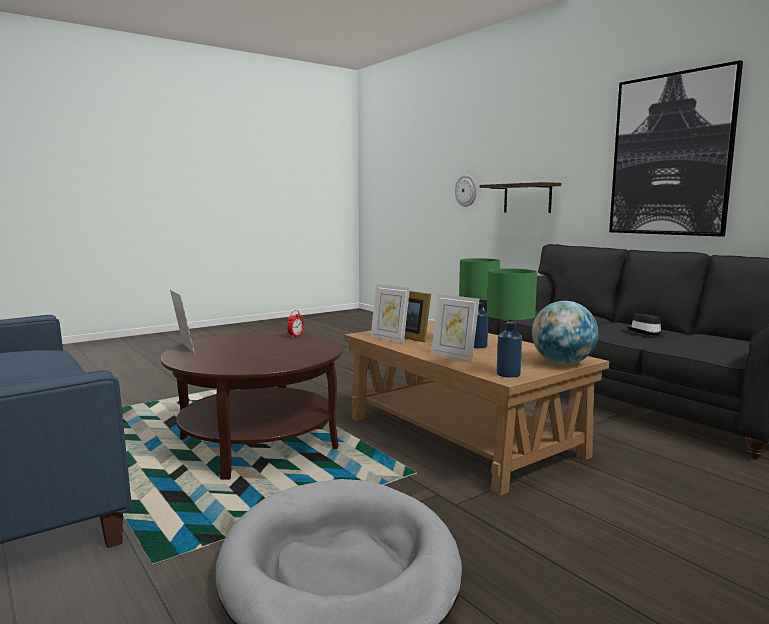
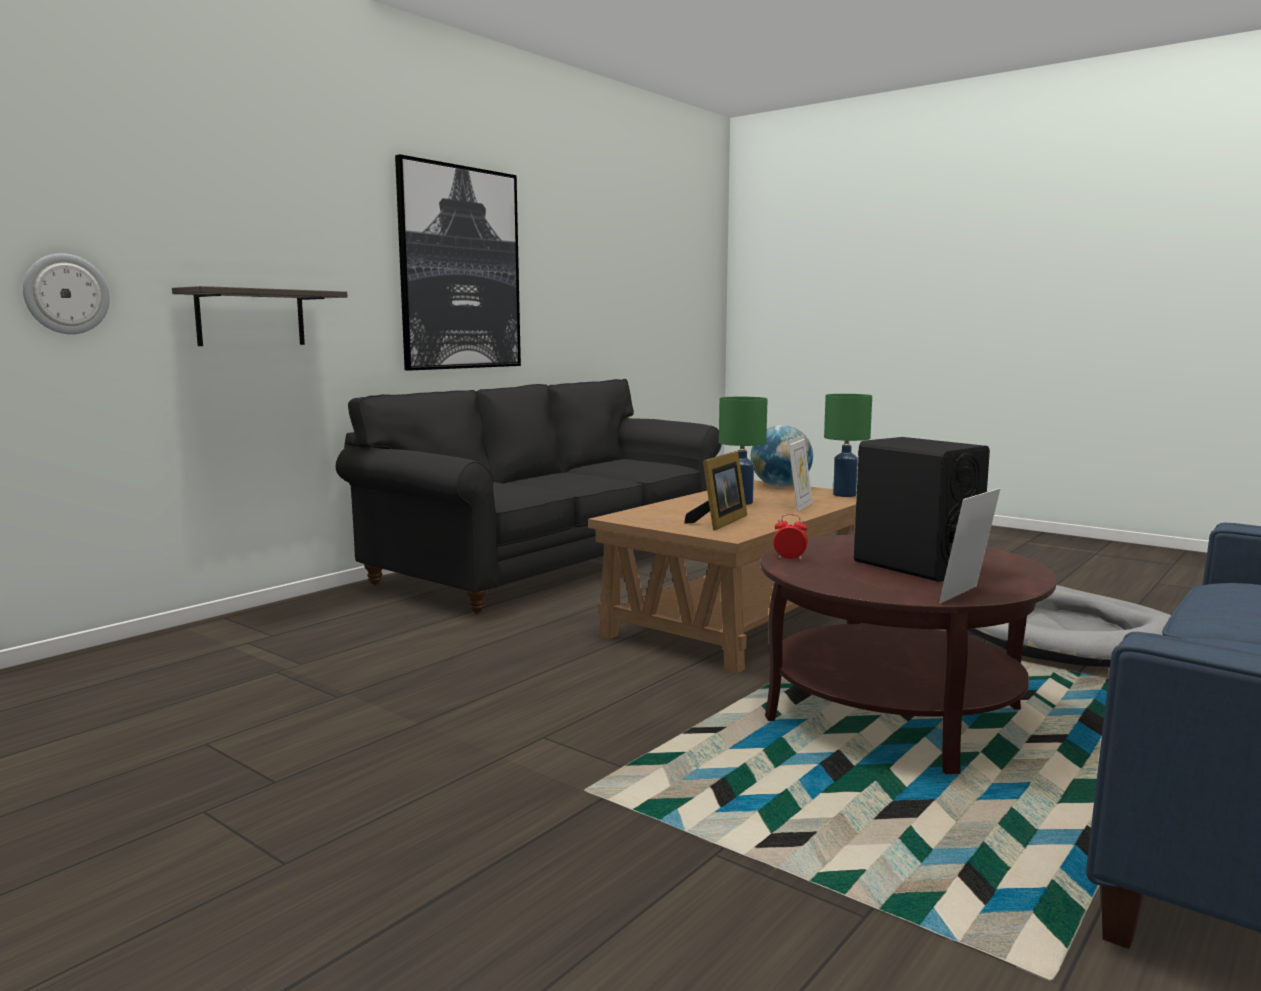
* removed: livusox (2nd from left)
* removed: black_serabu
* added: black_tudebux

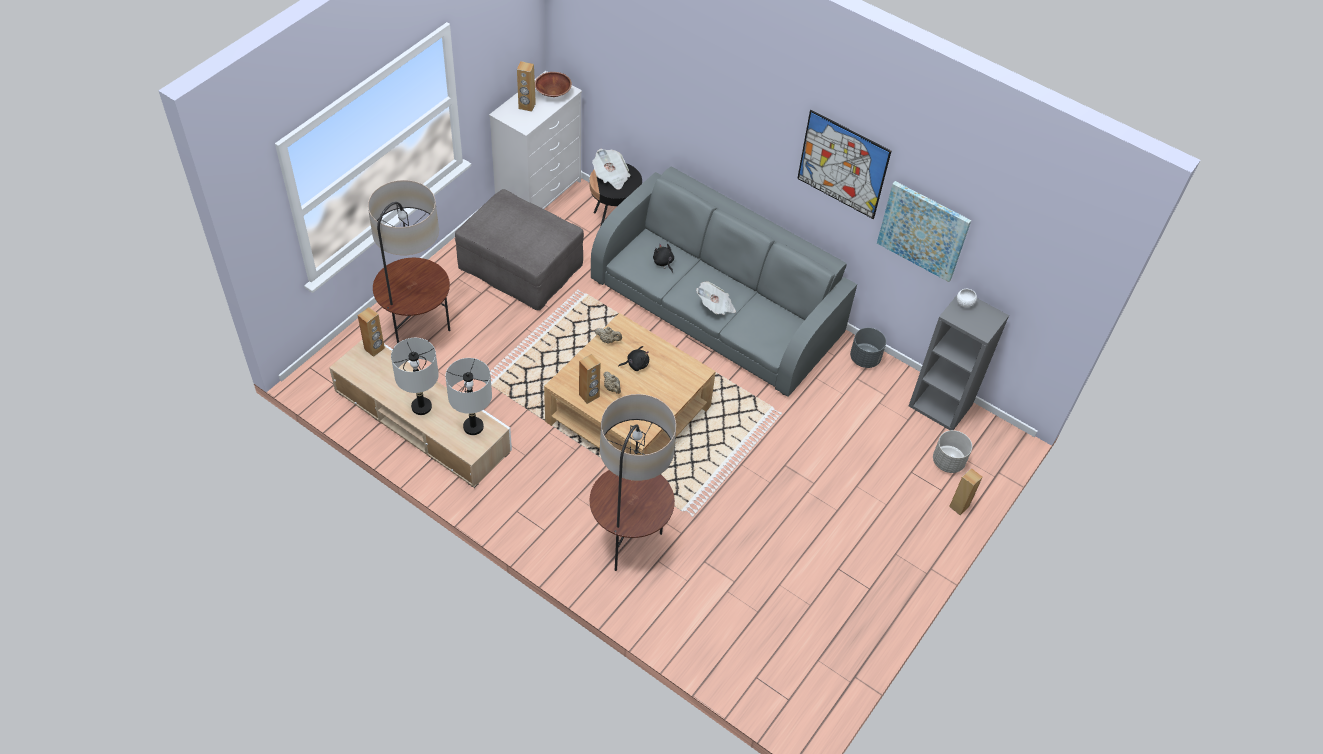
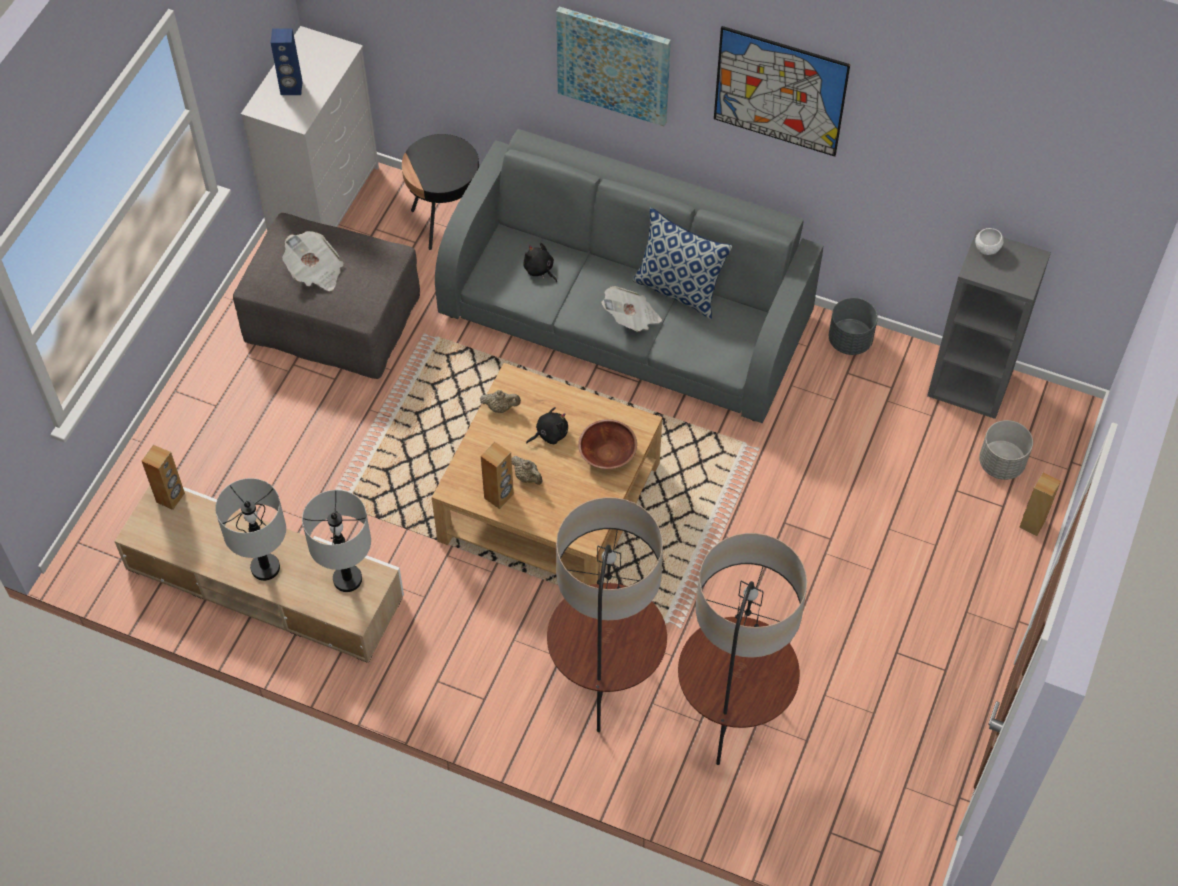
* recoloured: brown_tudebux (2nd from left) to blue_tudebux
* moved: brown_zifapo
* moved: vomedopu (1st from left)
* moved: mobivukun (1st from left in the first image) to mobivukun (2nd from left)
* moved: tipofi (2nd from left in the first image) to tipofi (1st from left)
* added: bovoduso

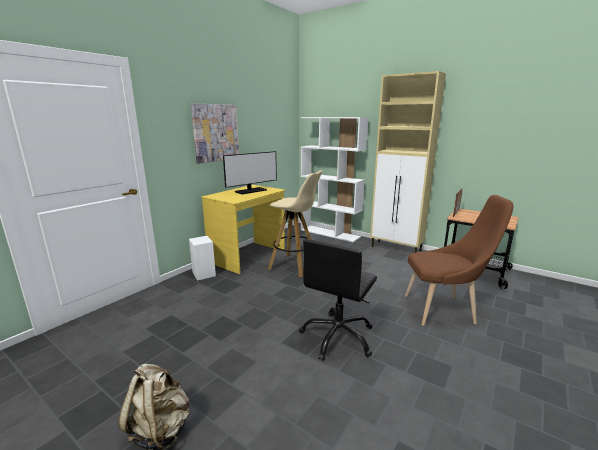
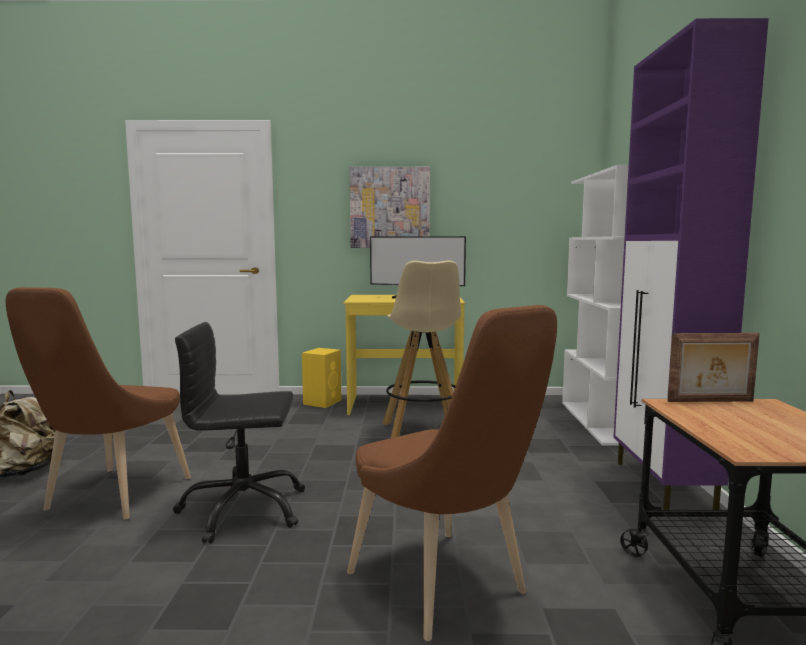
* recoloured: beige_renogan to purple_renogan
* recoloured: white_tudebux to yellow_tudebux
* added: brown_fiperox (1st from left)

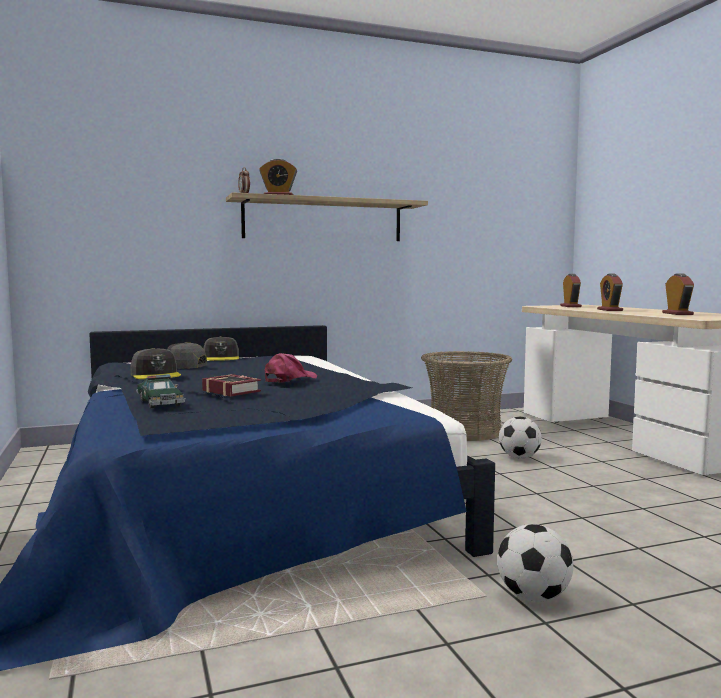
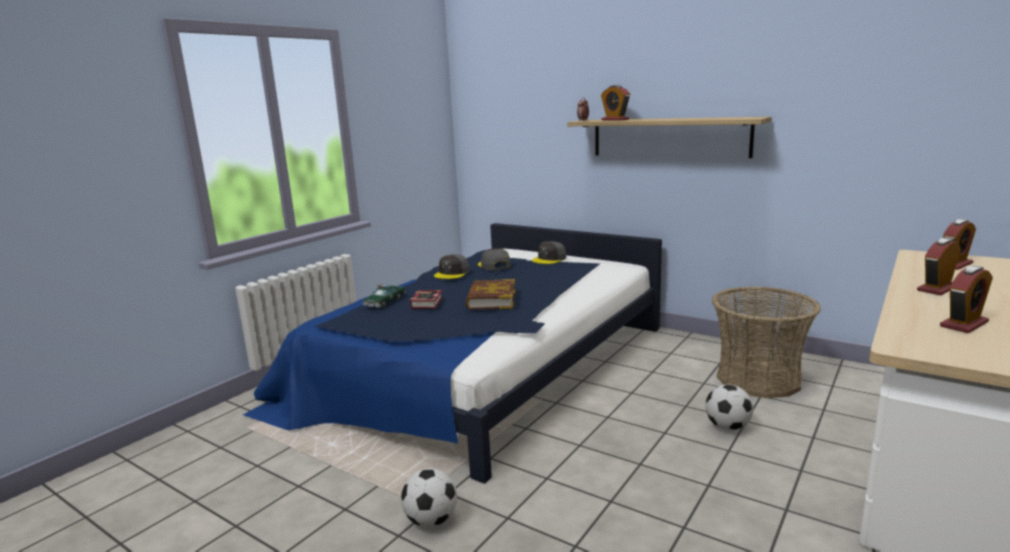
* replaced: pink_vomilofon to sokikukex (2nd from left)

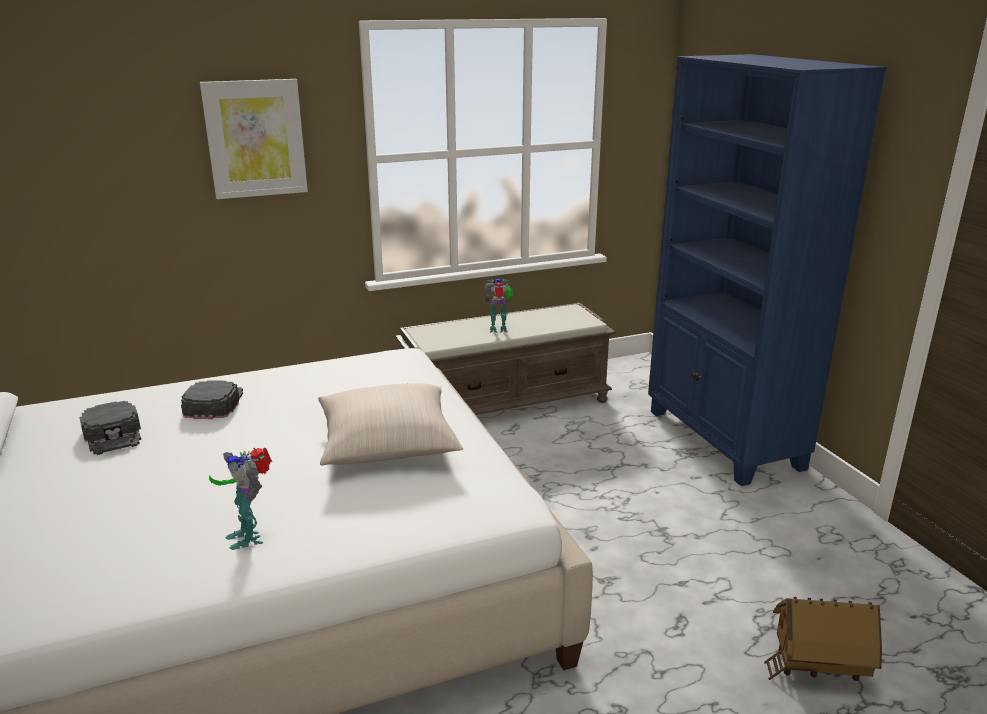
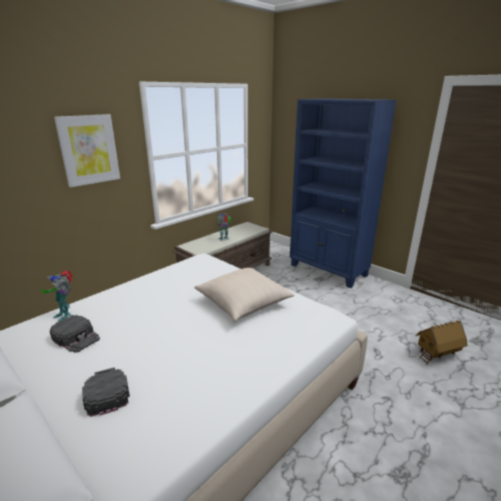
* moved: black_vomilofon (2nd from left)
* moved: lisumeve (1st from left)

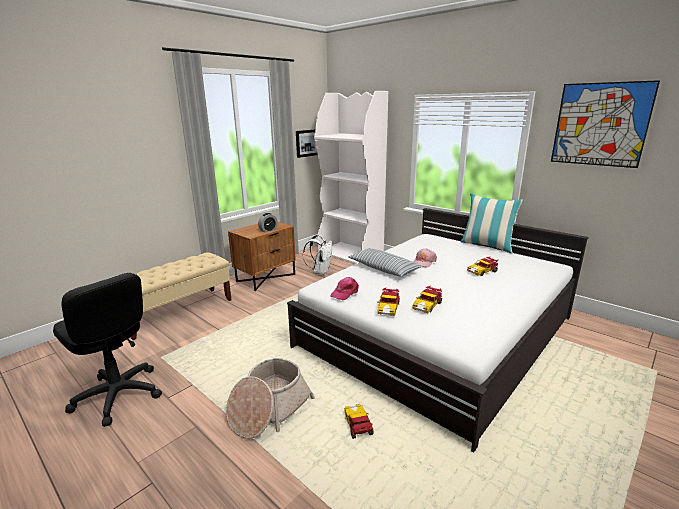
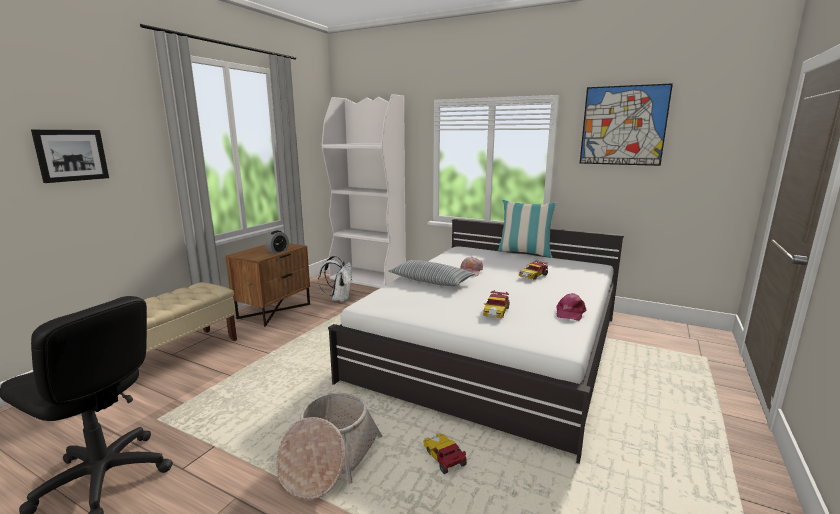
* moved: tipofi (1st from left)
* moved: pink_vomilofon (1st from left in the first image) to pink_vomilofon (2nd from left)
* removed: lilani (2nd from left)

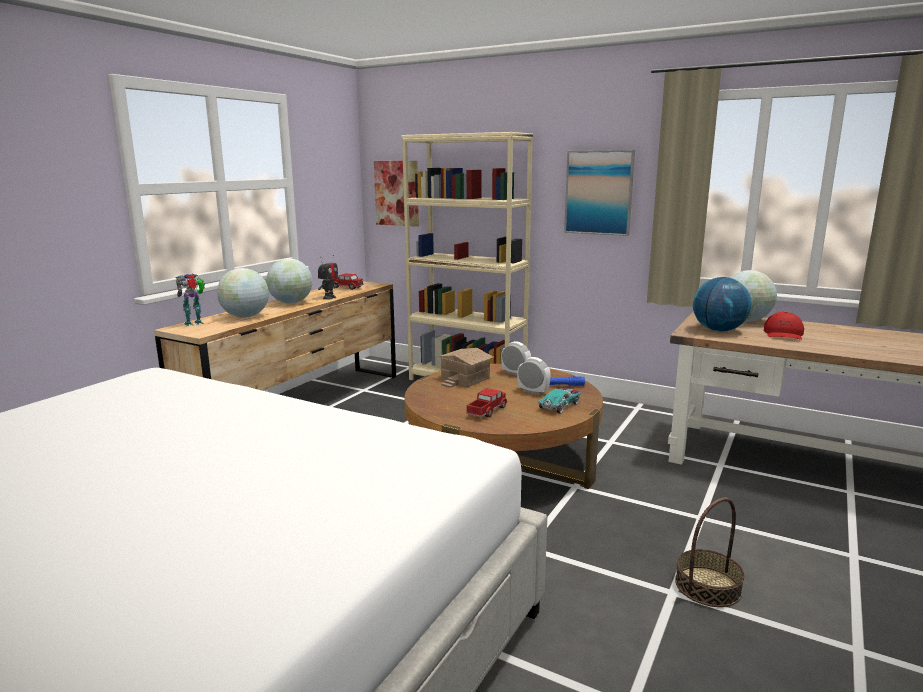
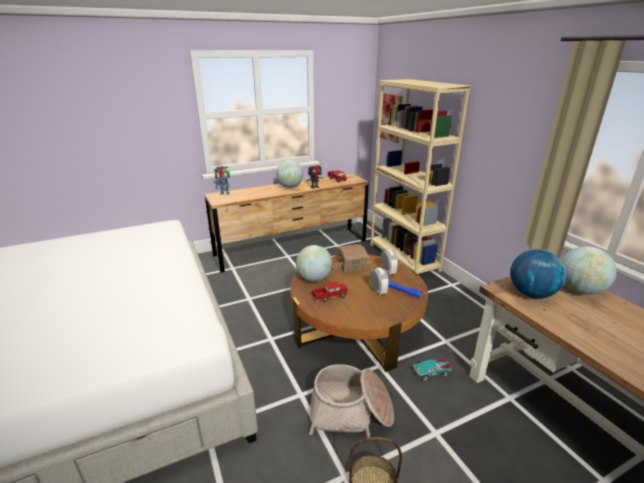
* removed: tipofi (2nd from left)
* moved: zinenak (1st from left in the first image) to zinenak (2nd from left)
* removed: red_vomilofon
* moved: lilani
* added: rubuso (1st from left)

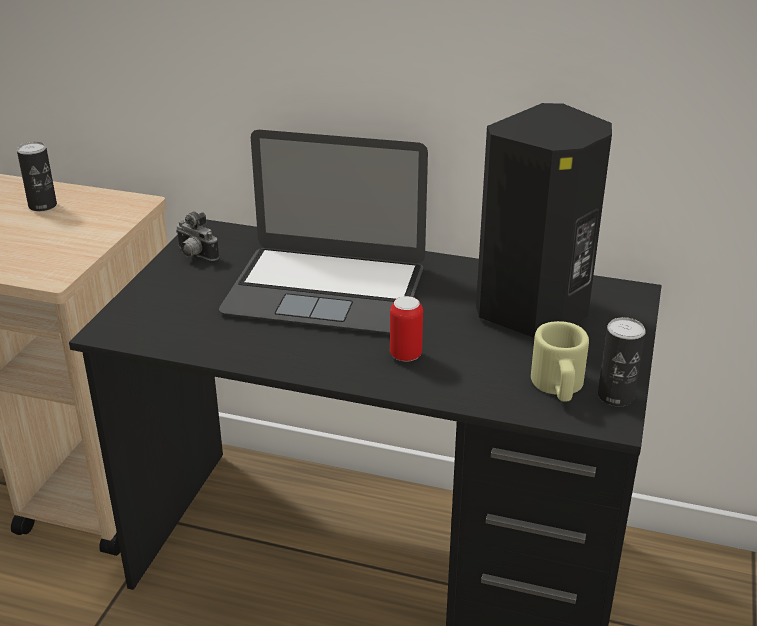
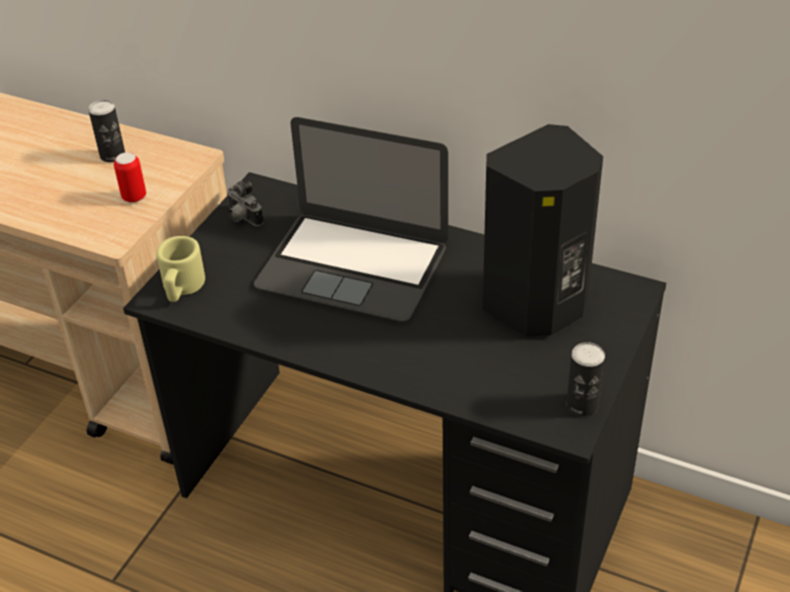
* moved: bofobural (2nd from left)
* moved: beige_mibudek

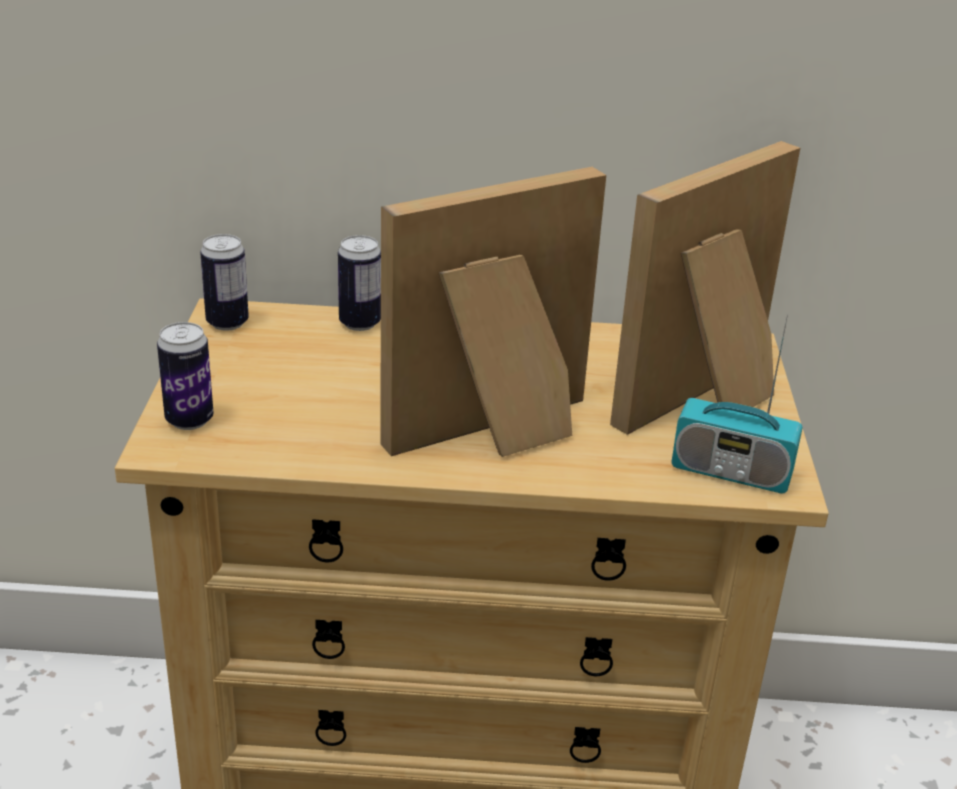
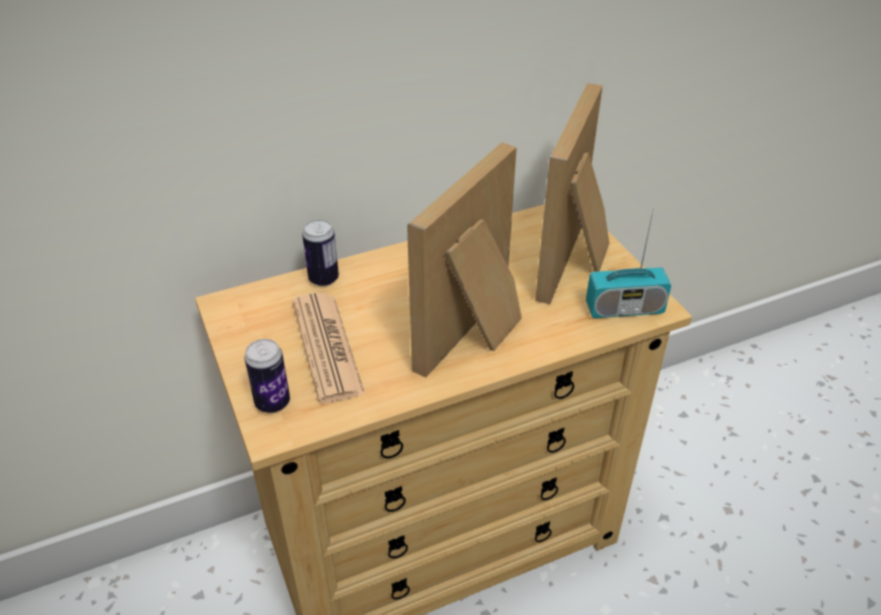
* removed: bofobural (2nd from left)
* added: vomedopu

